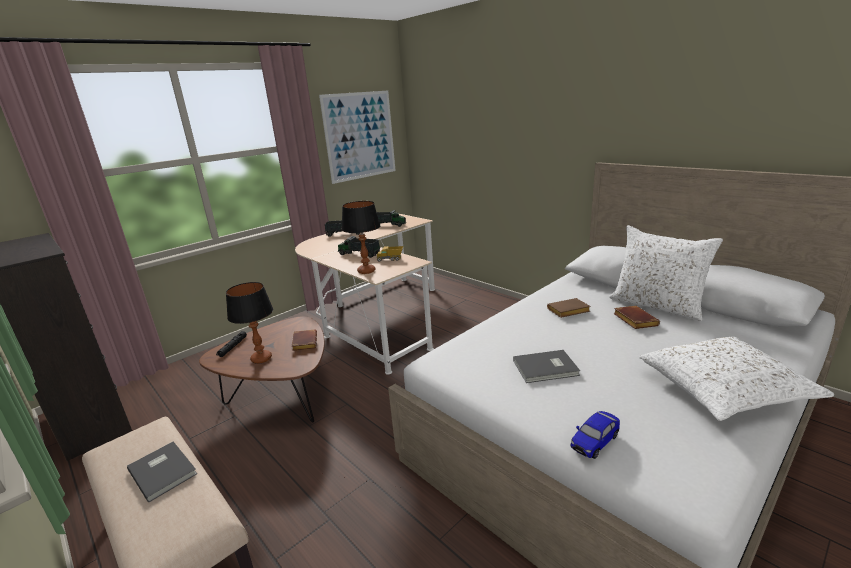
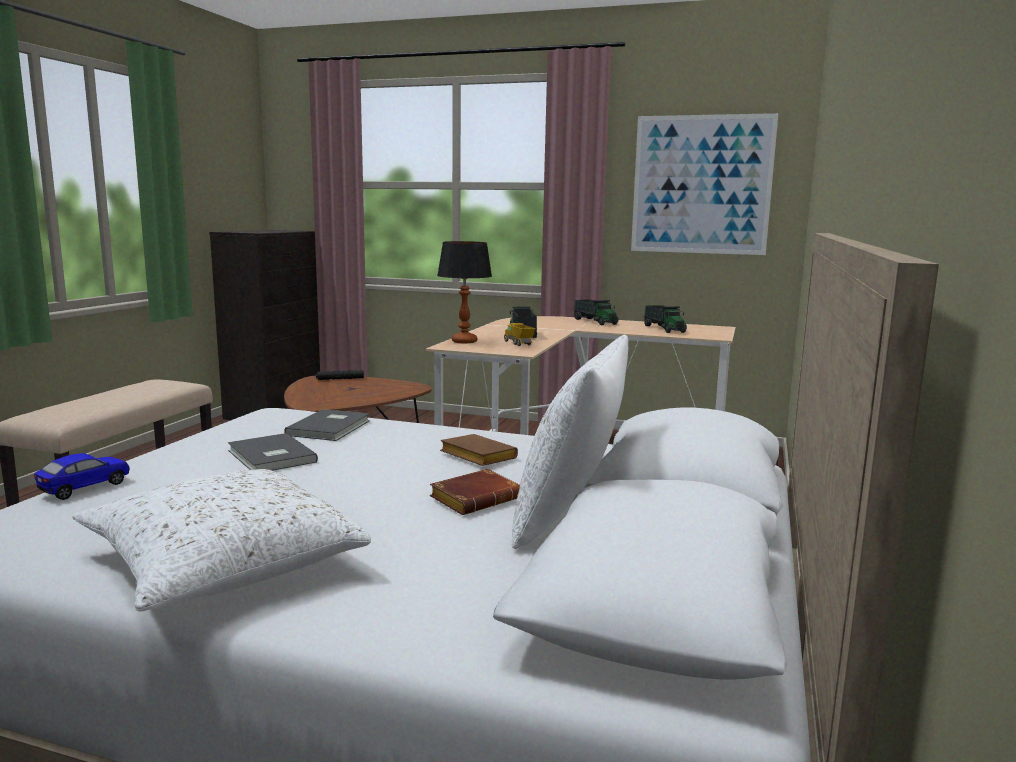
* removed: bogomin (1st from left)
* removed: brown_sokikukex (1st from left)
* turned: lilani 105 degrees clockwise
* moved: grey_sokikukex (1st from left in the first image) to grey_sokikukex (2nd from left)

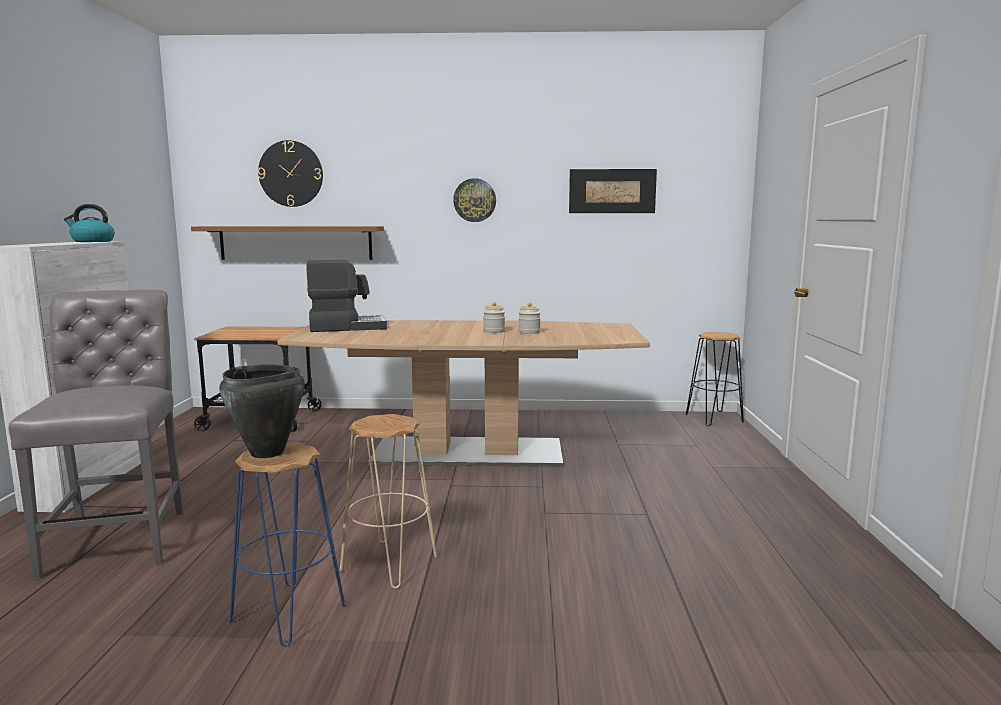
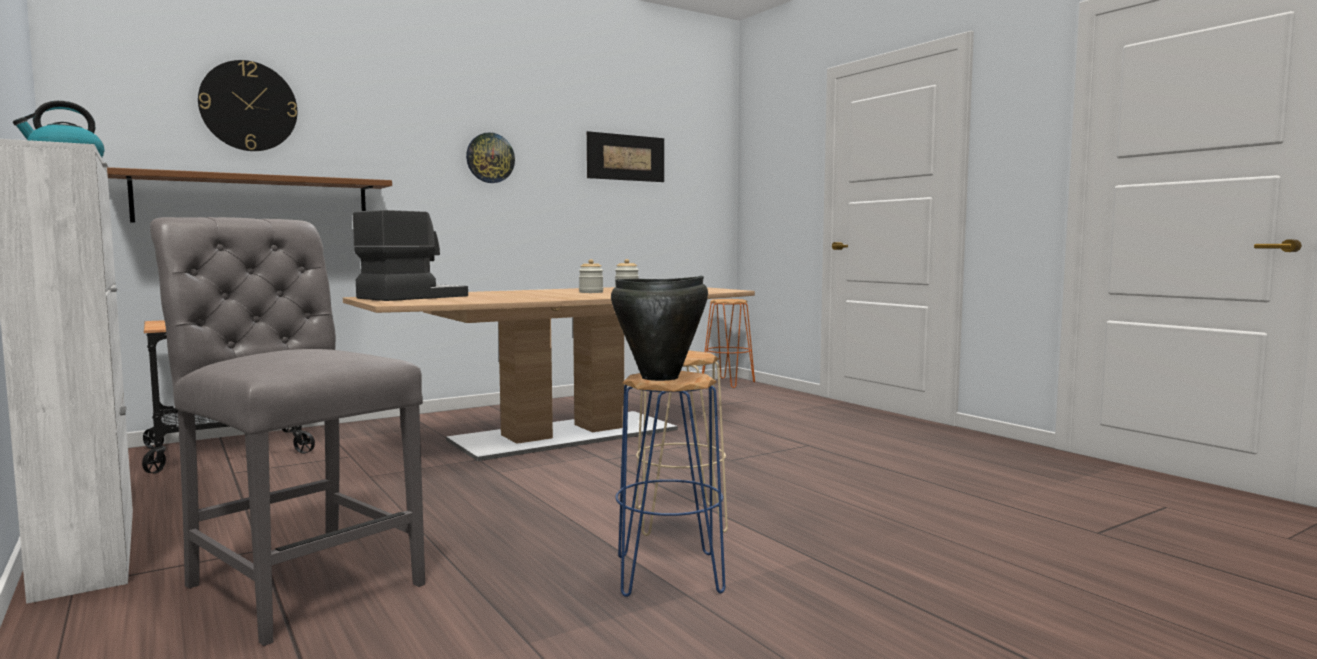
* recoloured: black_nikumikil to orange_nikumikil

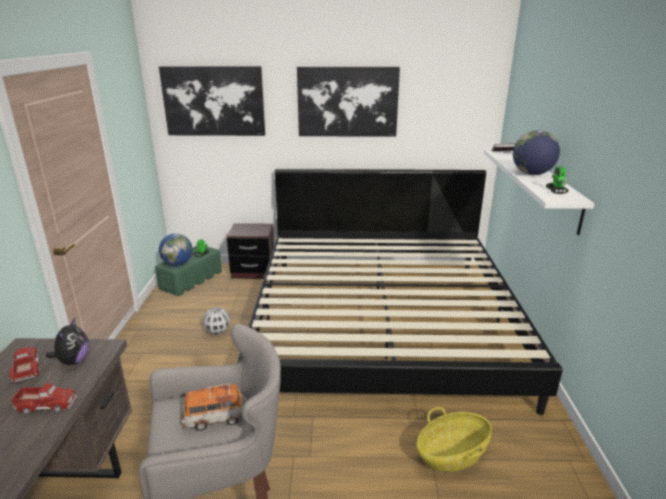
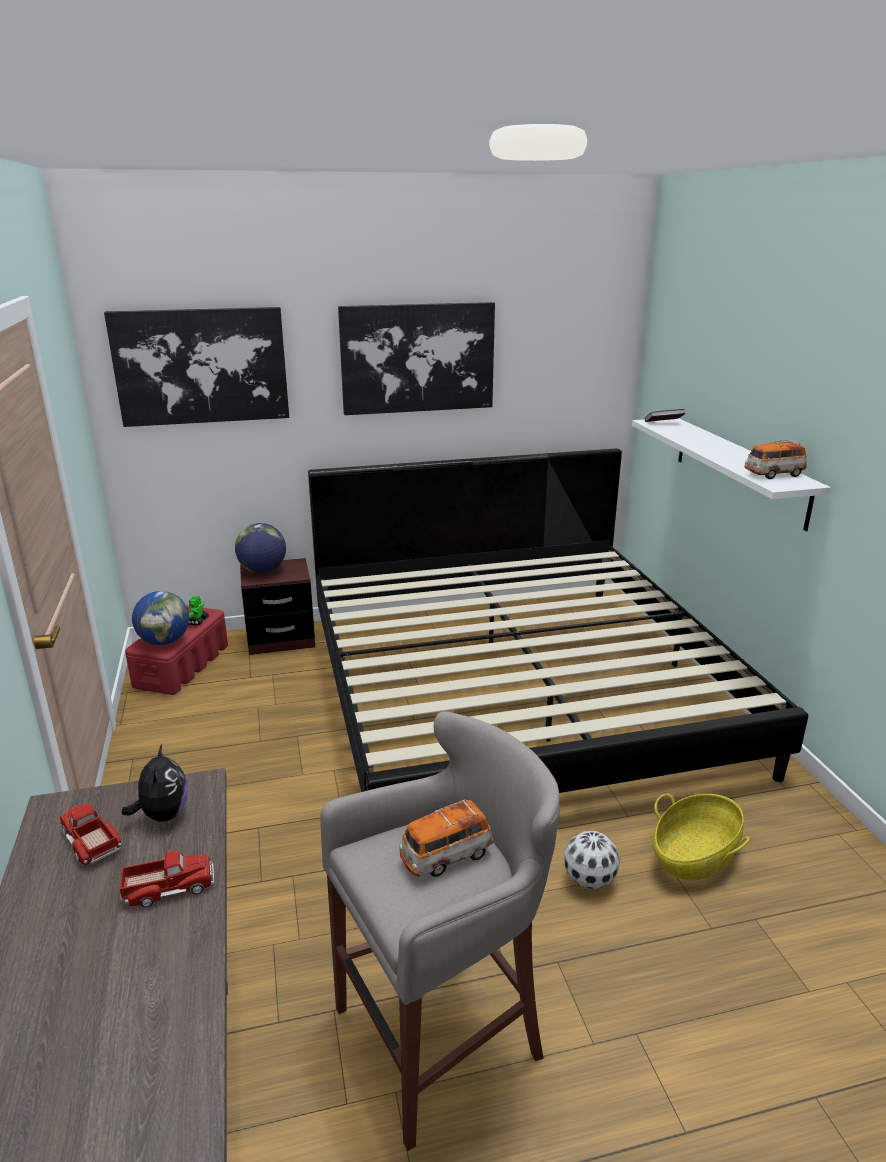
* moved: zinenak (2nd from left)
* replaced: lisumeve (2nd from left) to lilani (2nd from left)
* recoloured: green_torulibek to red_torulibek
* moved: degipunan

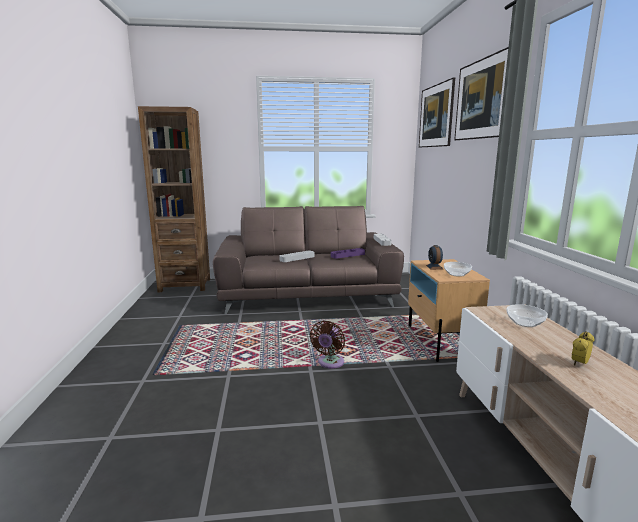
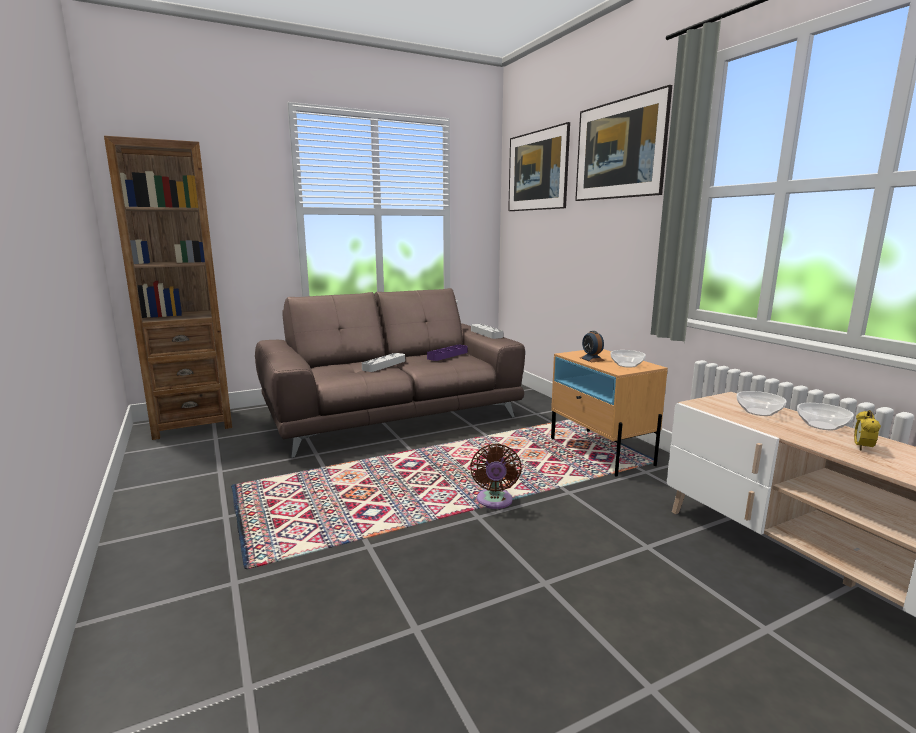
* added: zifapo (3rd from left)

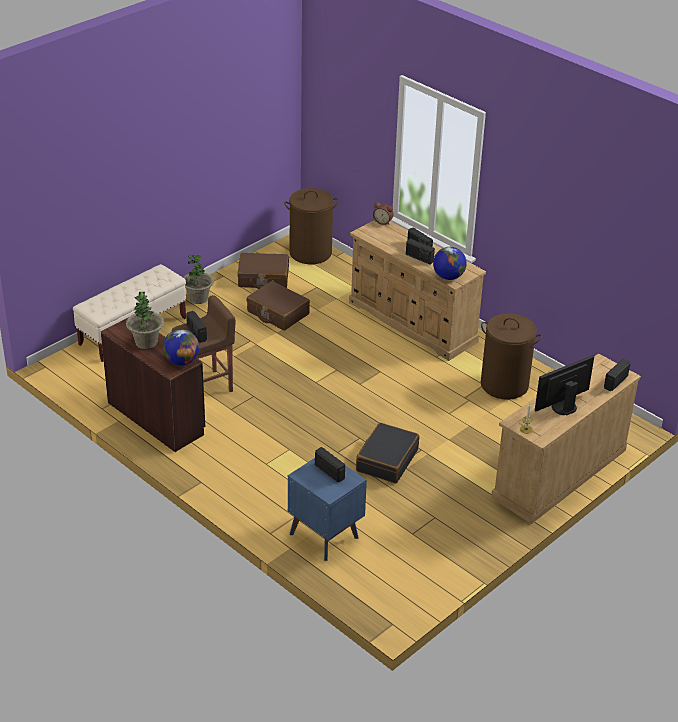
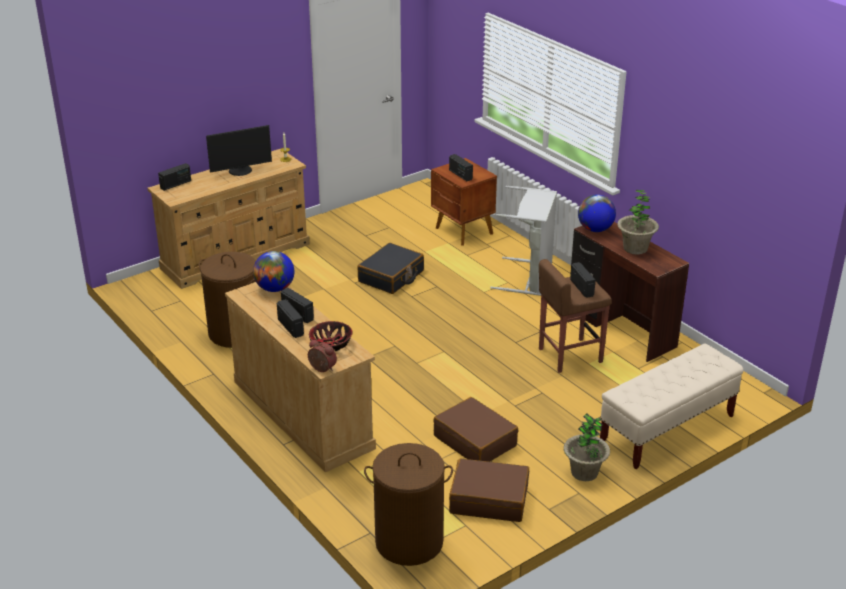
* recoloured: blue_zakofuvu to brown_zakofuvu
* added: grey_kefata
* added: zifapo

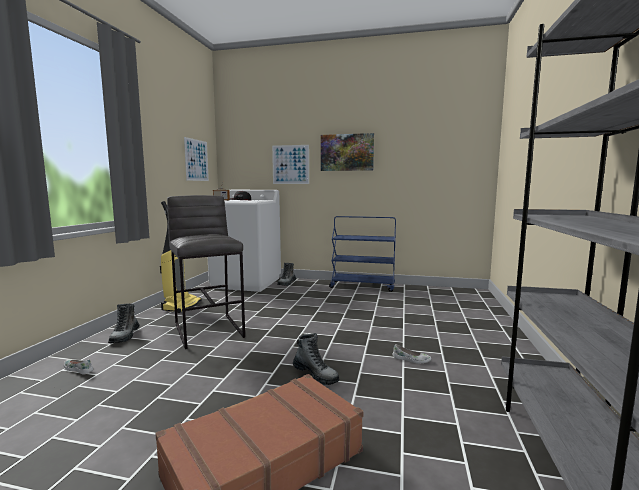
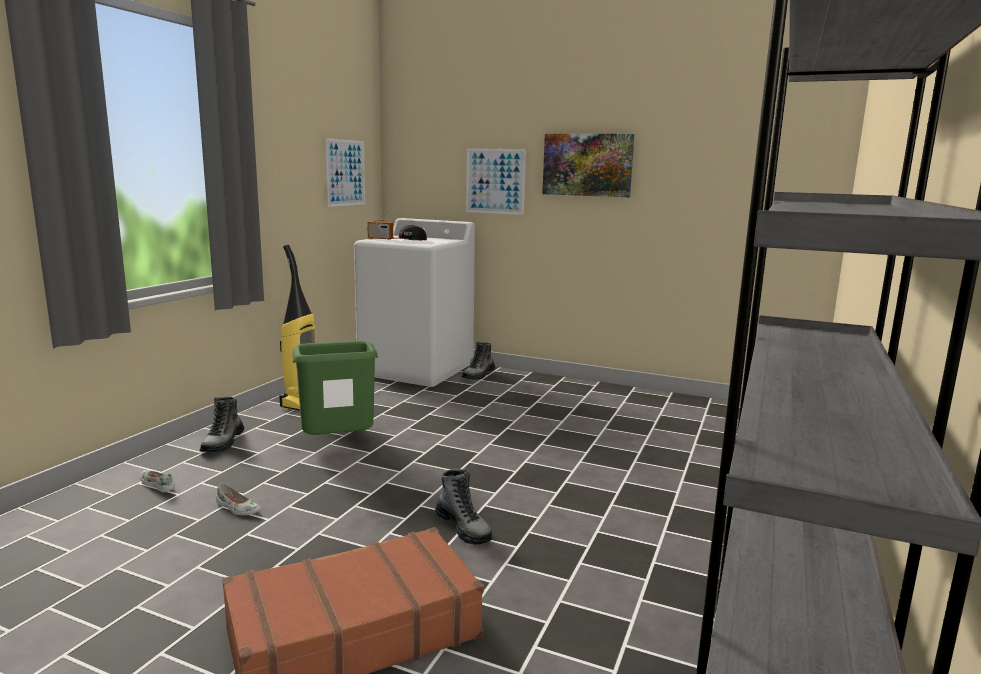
* replaced: grey_nikumikil to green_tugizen
* removed: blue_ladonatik
* moved: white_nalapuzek (2nd from left)

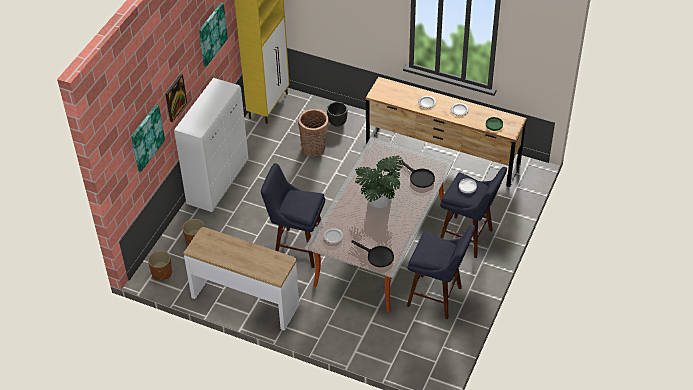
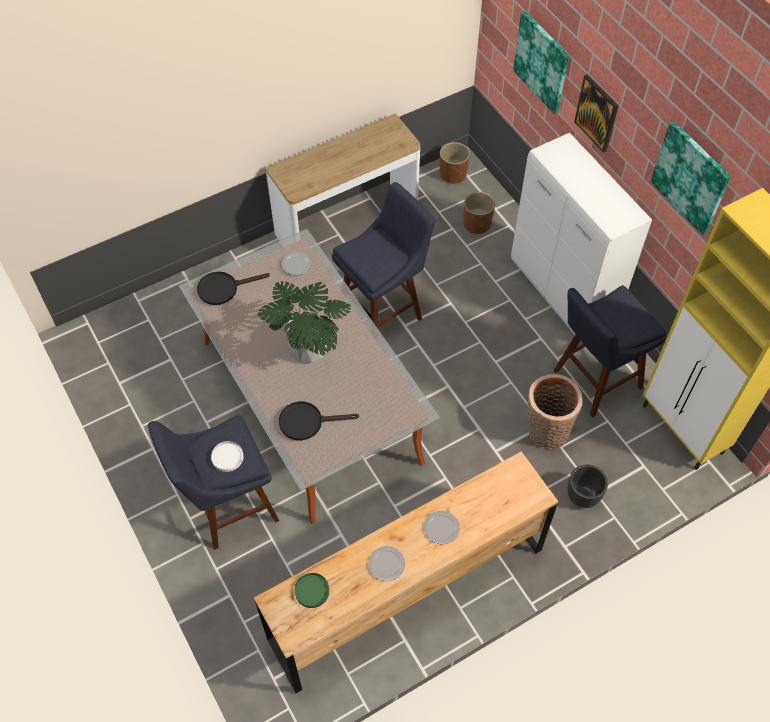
* moved: blue_nikumikil (2nd from left in the first image) to blue_nikumikil (3rd from left)

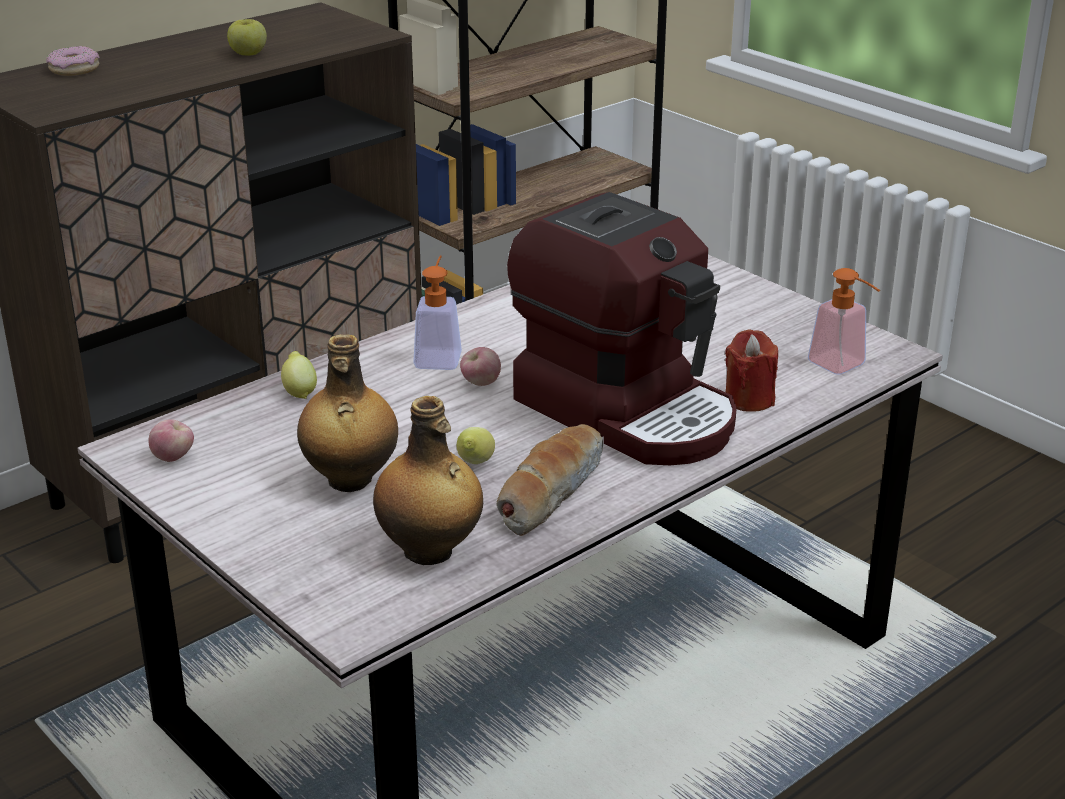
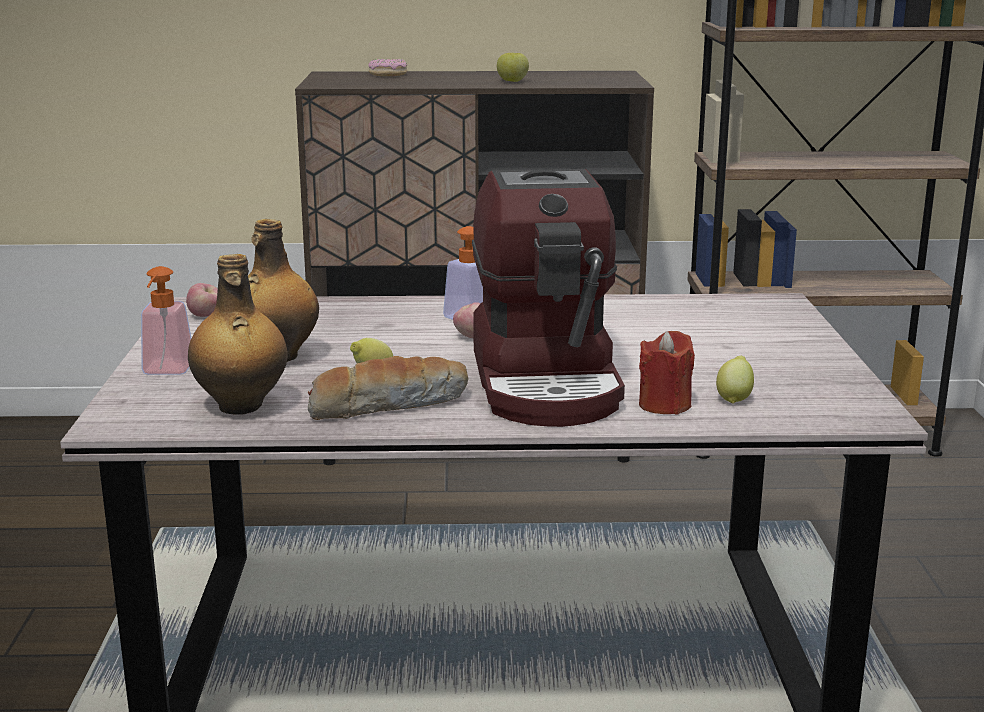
* moved: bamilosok (2nd from left in the first image) to bamilosok (1st from left)
* moved: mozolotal (1st from left in the first image) to mozolotal (2nd from left)

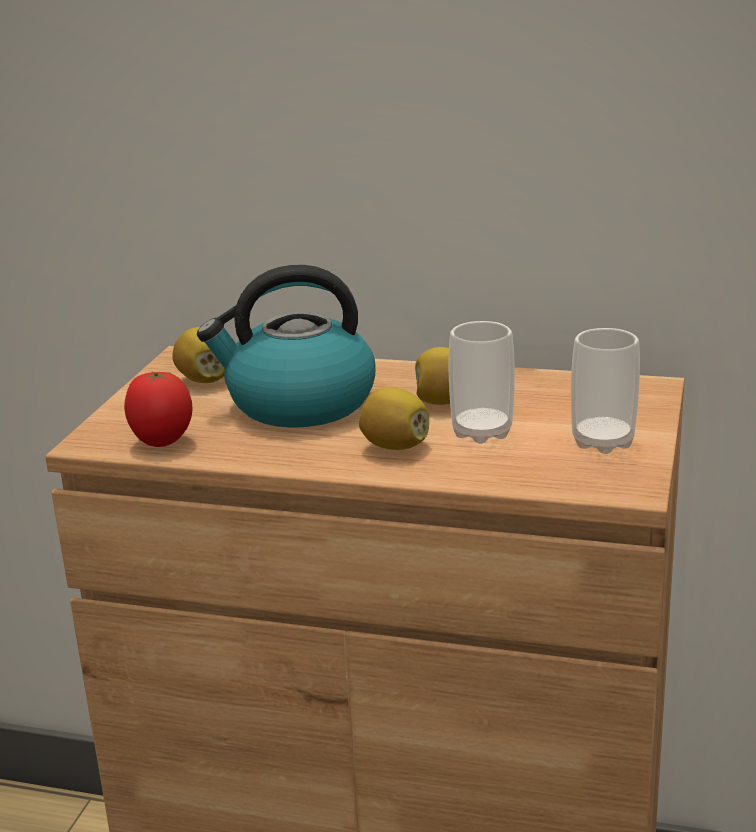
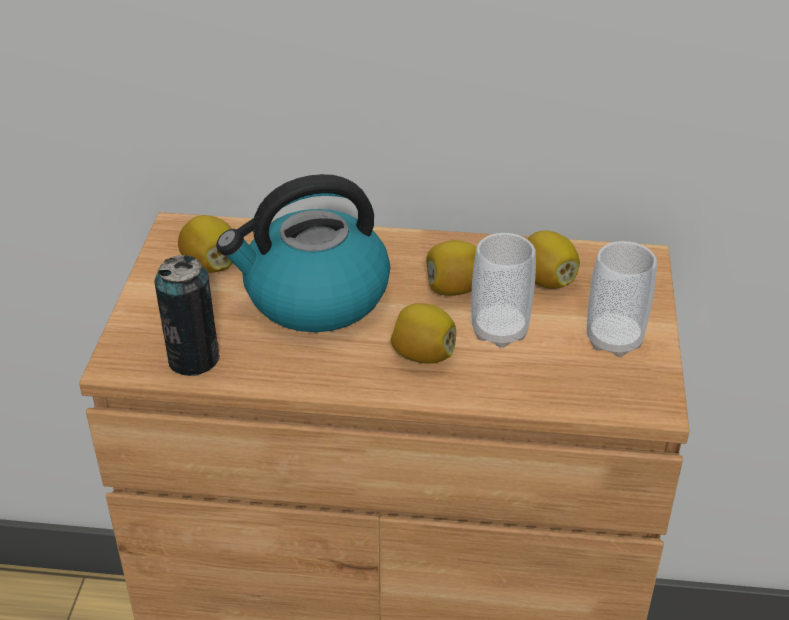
* replaced: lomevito to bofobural
* added: mozolotal (4th from left)

